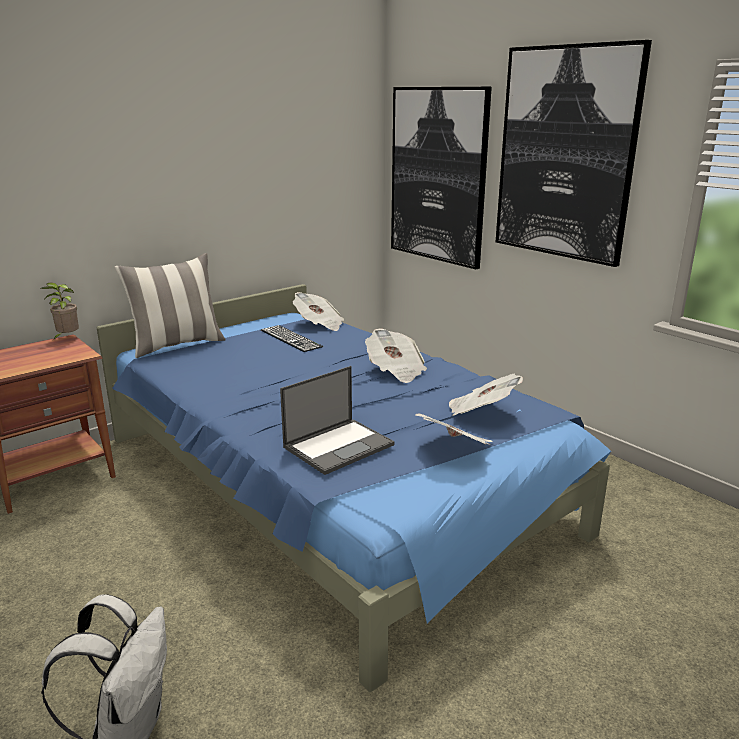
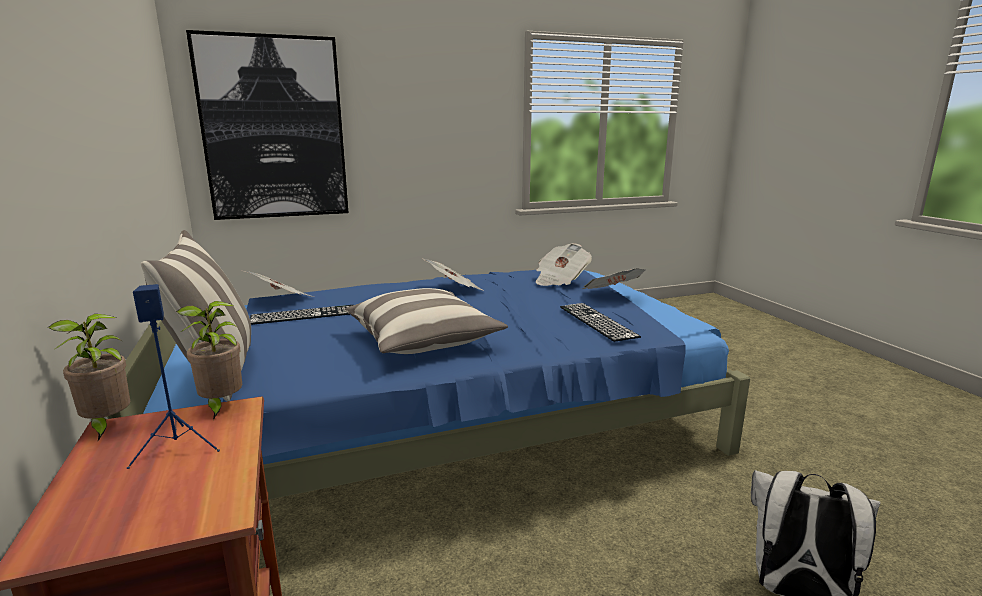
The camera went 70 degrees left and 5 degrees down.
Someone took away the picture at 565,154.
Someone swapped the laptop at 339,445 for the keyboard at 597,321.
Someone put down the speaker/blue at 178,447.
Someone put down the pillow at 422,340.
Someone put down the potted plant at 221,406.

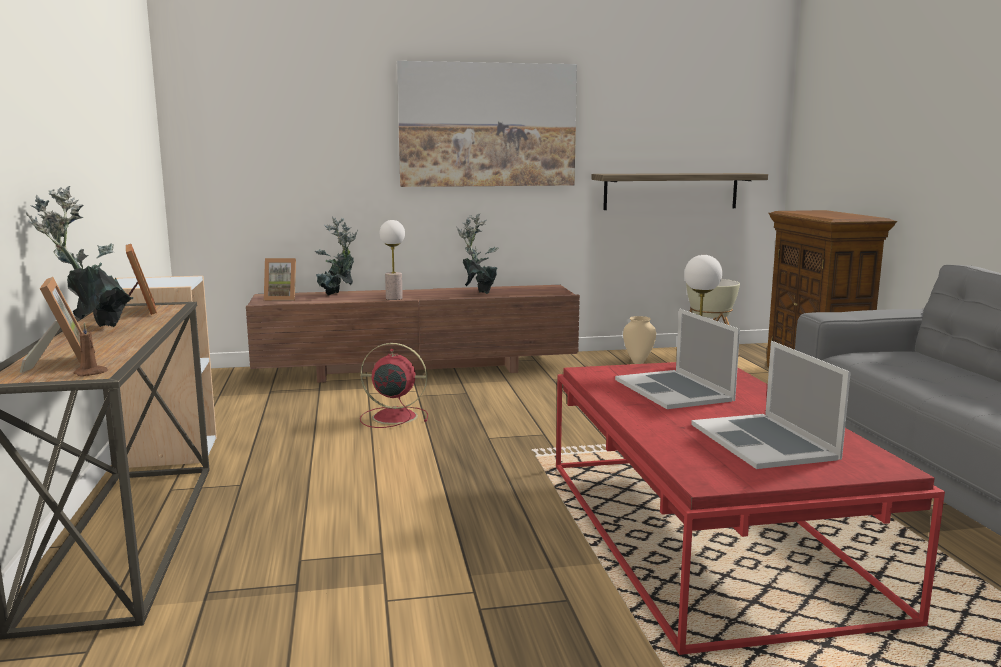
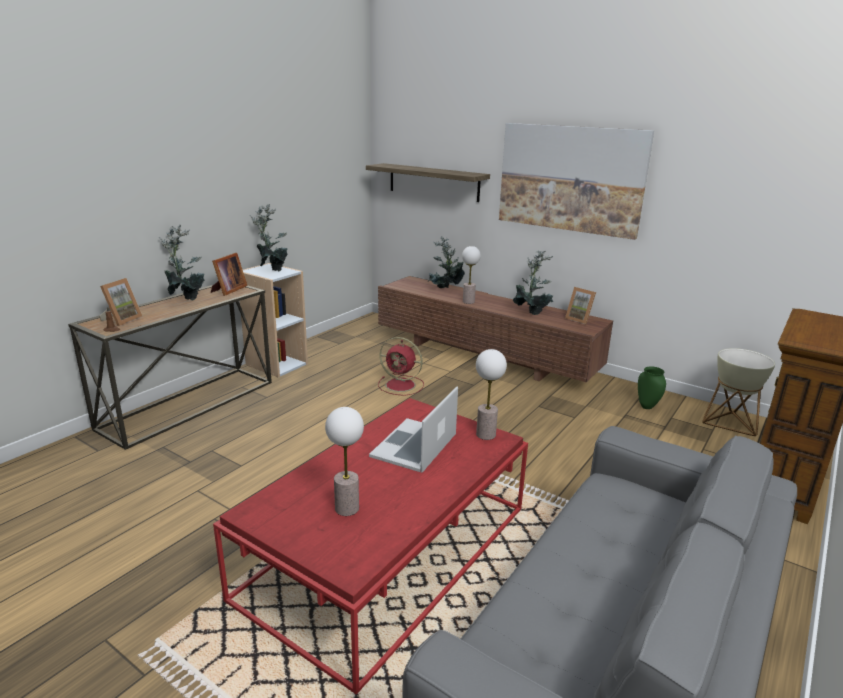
The camera went 45 degrees right and 10 degrees up.
Someone carried the shelf from 671,191 to 433,182.
Someone carried the picture frame from 282,299 to 579,319.
Someone repainted the vase/beige at 638,362, which became the vase/green at 647,407.
Someone swapped the laptop at 764,441 for the table lamp at 347,508.
Someone rotated the fan/red at 392,417 by 150 degrees clockwise.
Someone put down the potted plant at 272,270.

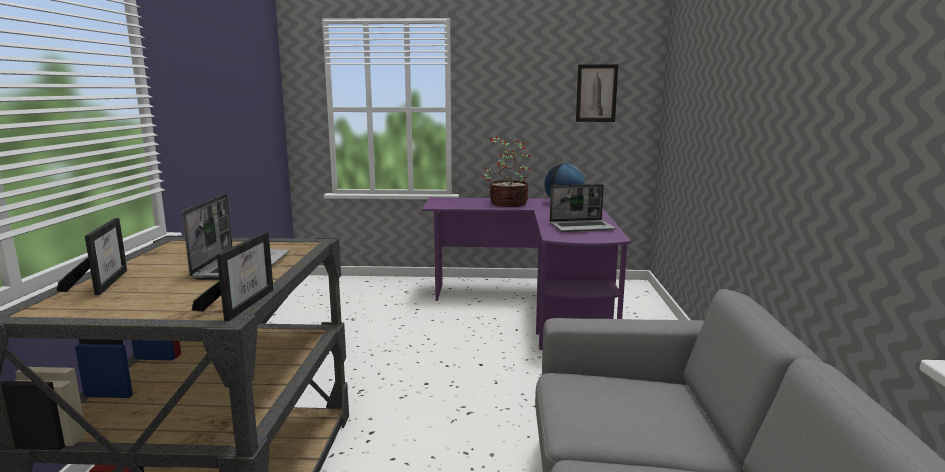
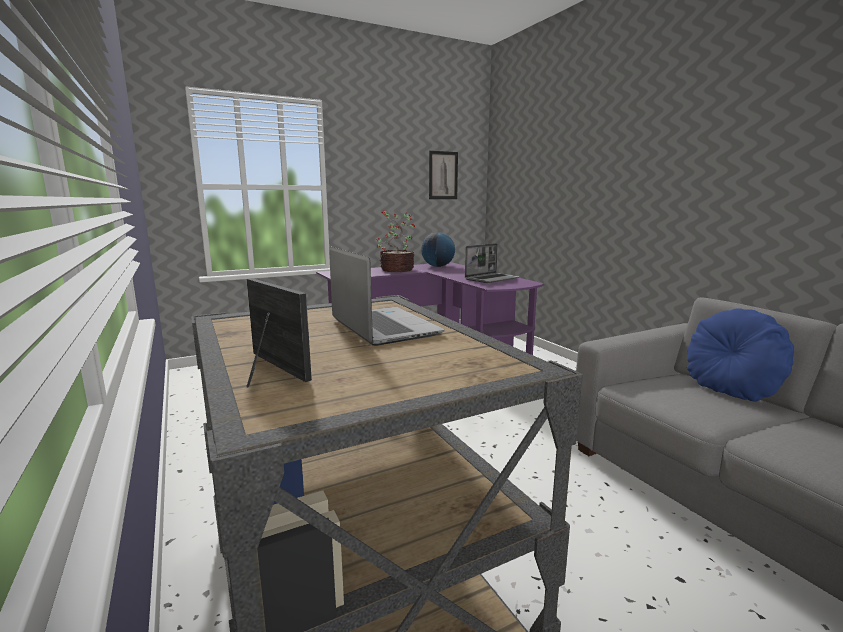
The camera went 30 degrees left and 0 degrees up.
Someone took away the picture frame at 243,303.
Someone put down the pillow/blue at 730,392.

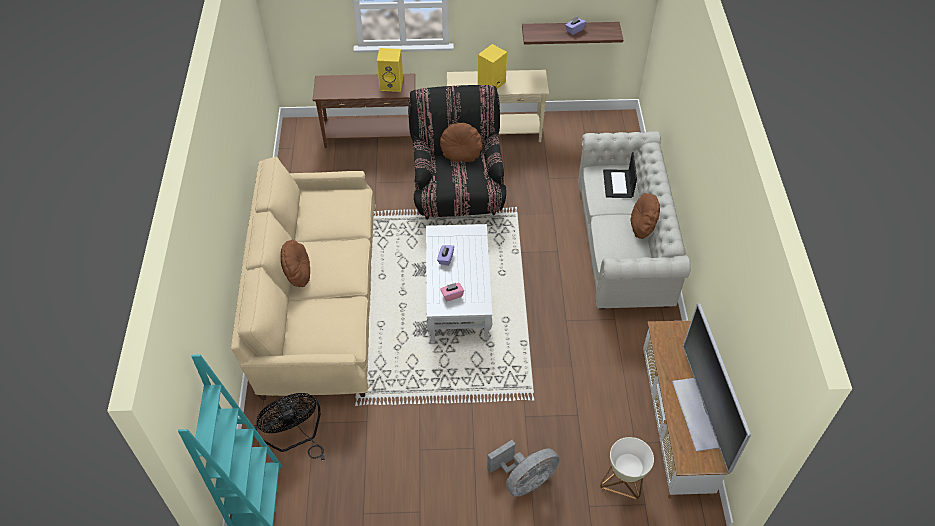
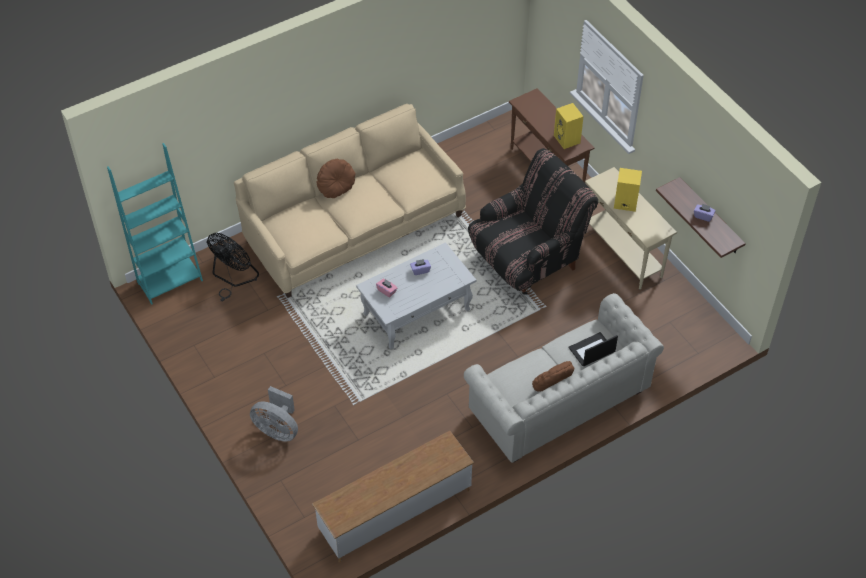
The camera went 60 degrees right and 0 degrees up.
Someone took away the pillow/brown at 461,156.
Someone took away the television at 697,413.
Someone took away the planter at 623,483.

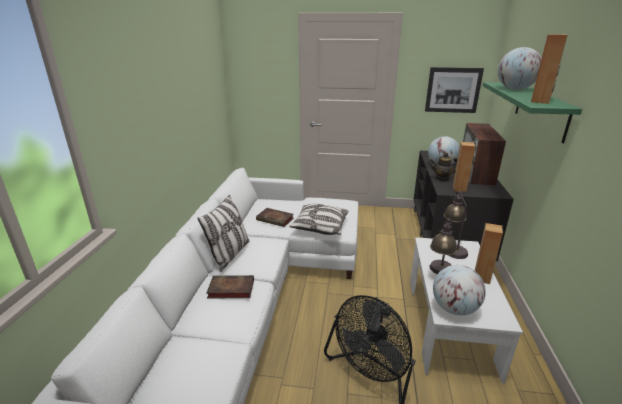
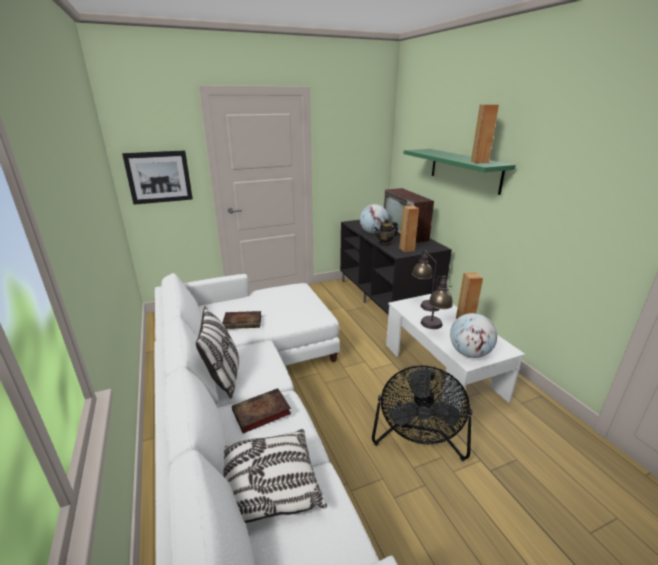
The camera went 30 degrees left and 0 degrees up.
Someone took away the globe at 515,89.
Someone carried the picture from 453,90 to 159,177.
Someone carried the pillow from 320,227 to 269,487.

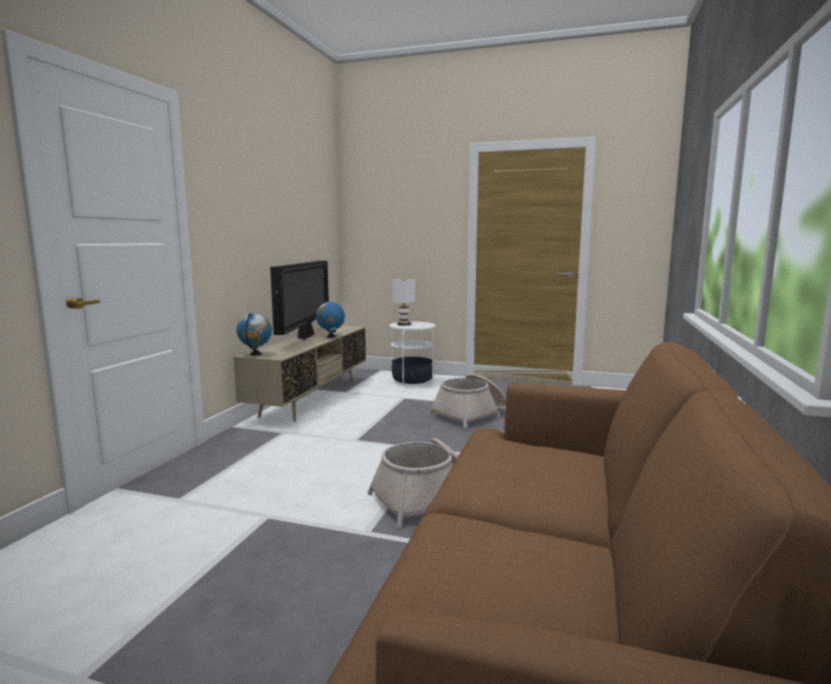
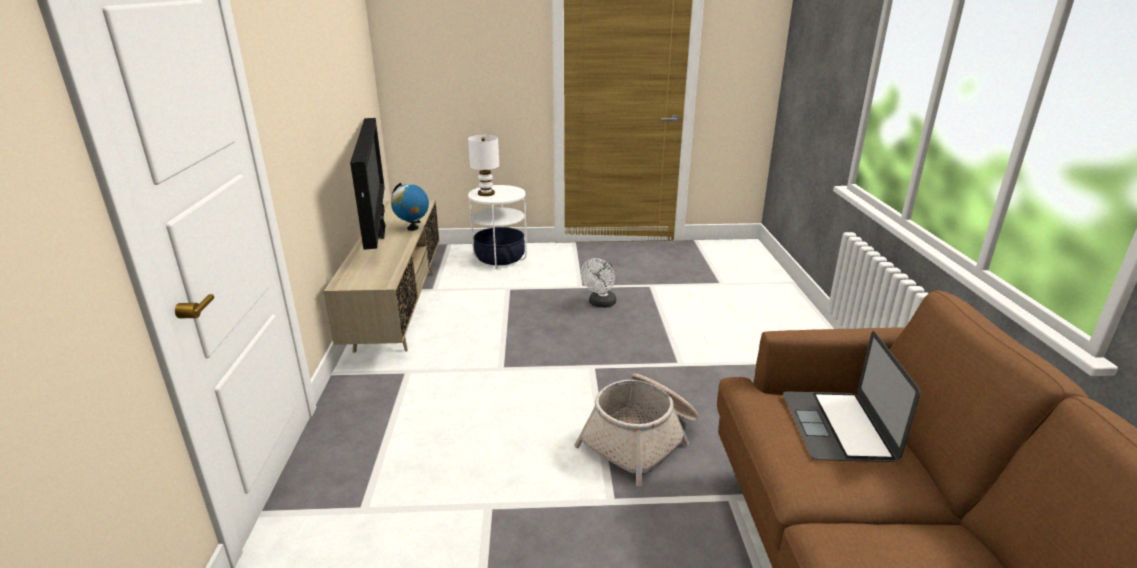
The camera went 20 degrees left and 15 degrees up.
Someone took away the globe at 255,354.
Someone swapped the basket at 470,414 for the fan/white at 600,304.
Someone put down the laptop at 838,426.

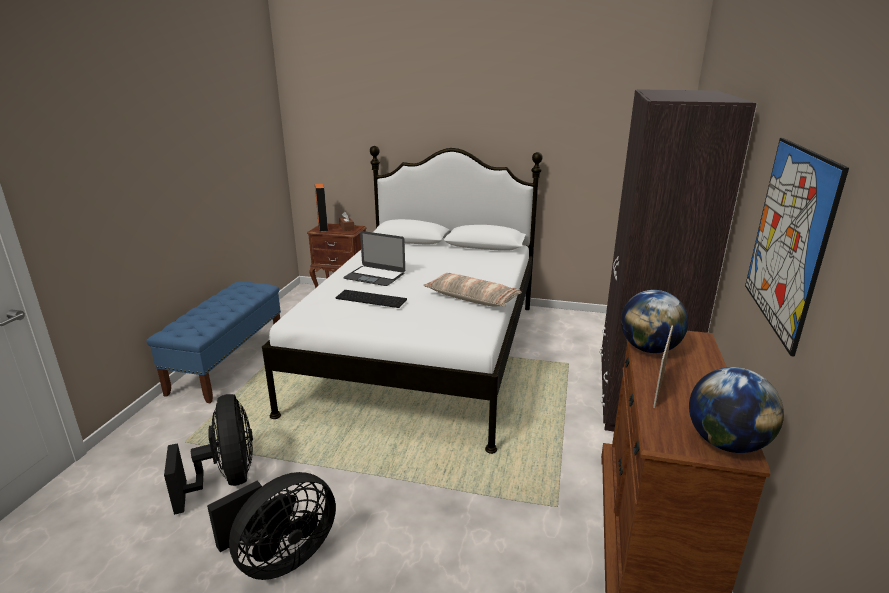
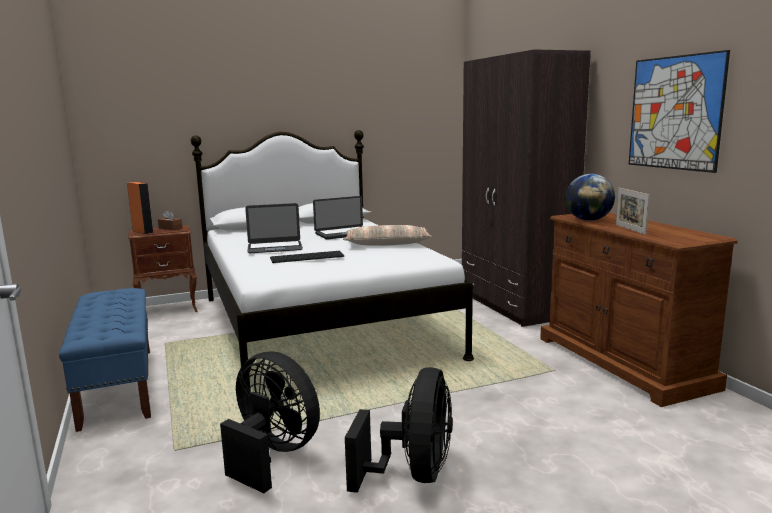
The camera went 35 degrees left and 10 degrees down.
Someone took away the globe at 725,443.
Someone put down the laptop at 344,234.

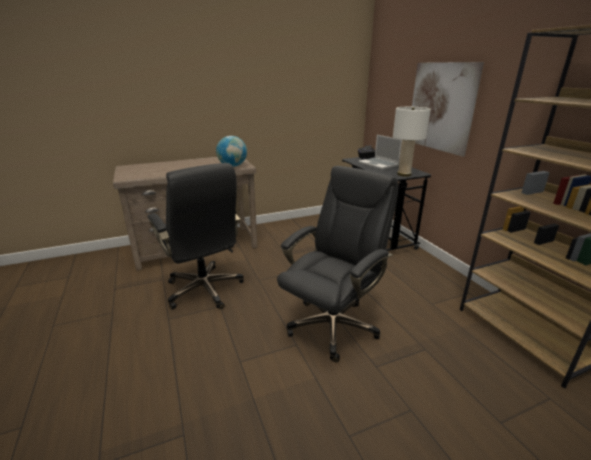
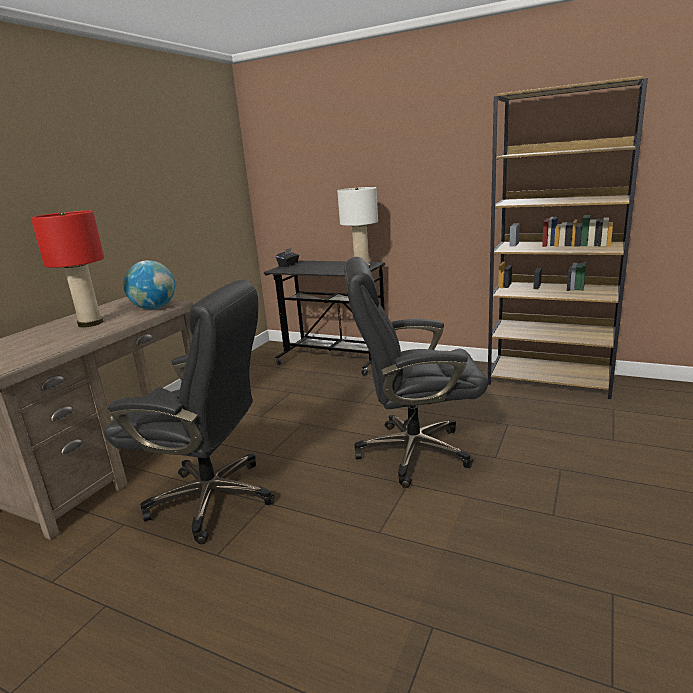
The camera went 40 degrees left and 5 degrees down.
Someone took away the picture at 441,107.
Someone took away the laptop at 379,164.
Someone rotated the office chair/black at 331,328 by 90 degrees counterclockwise.
Someone put down the table lamp/red at 90,323.

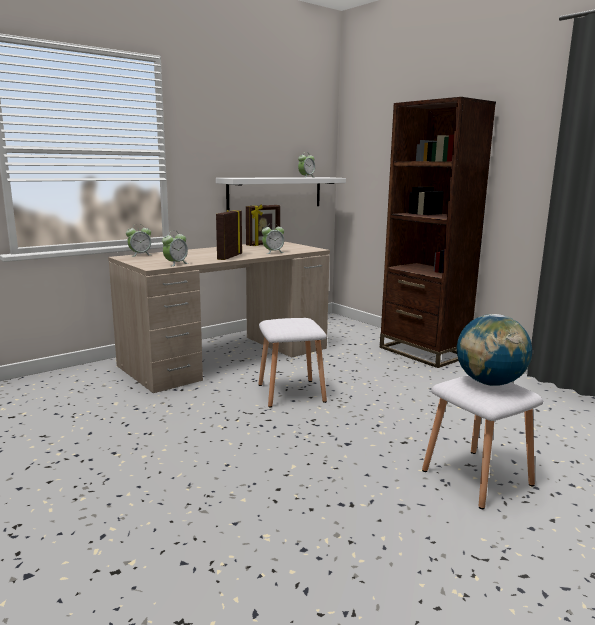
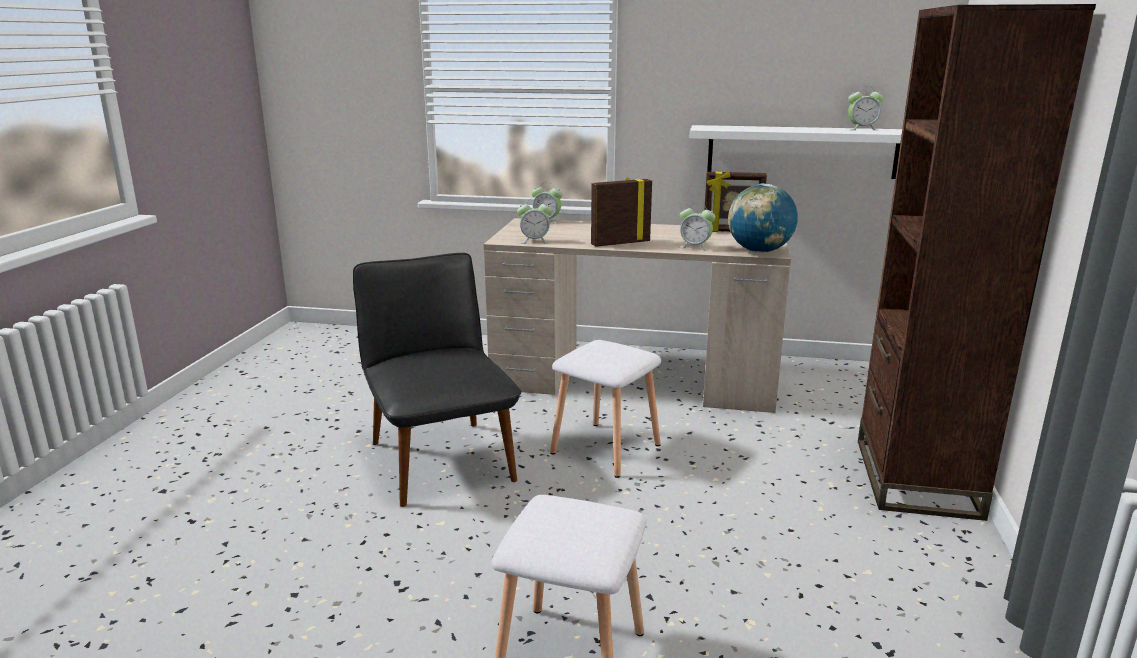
The camera went 50 degrees right and 5 degrees up.
Someone carried the globe from 489,383 to 759,251.
Someone put down the chair/black at 441,461.

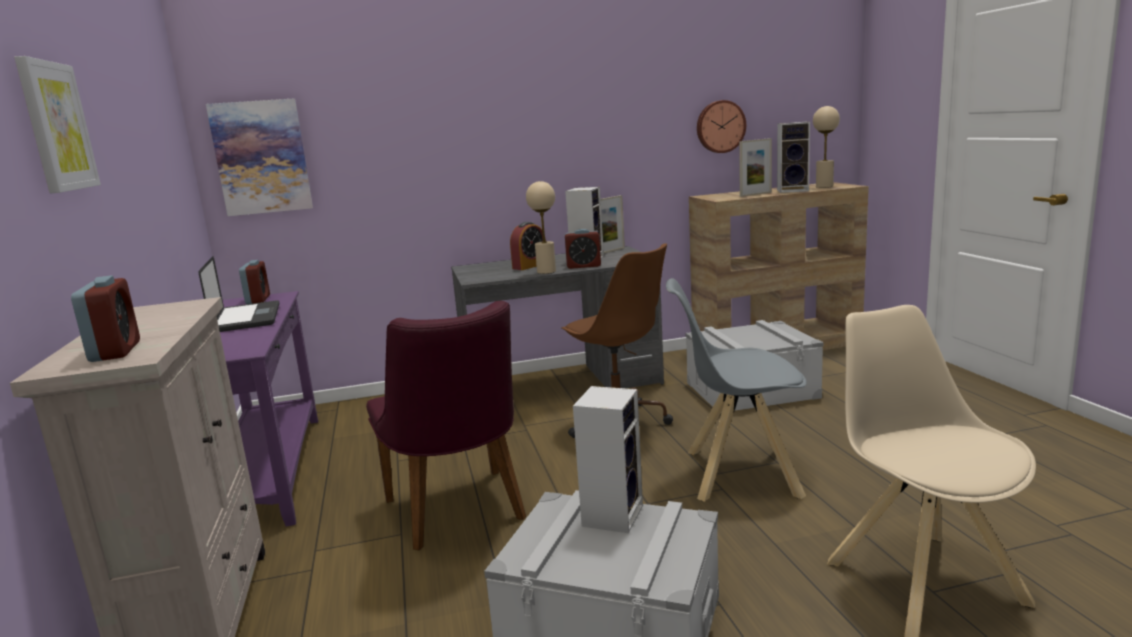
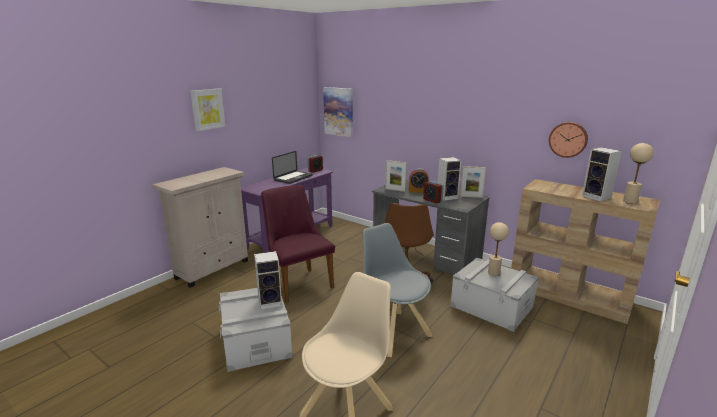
The camera went 50 degrees right and 5 degrees up.
Someone carried the picture frame from 755,194 to 395,190.
Someone carried the table lamp/beige from 546,271 to 493,273.
Someone took away the alarm clock at 115,351.
Someone rotated the chair/purple at 460,514 by 120 degrees clockwise.

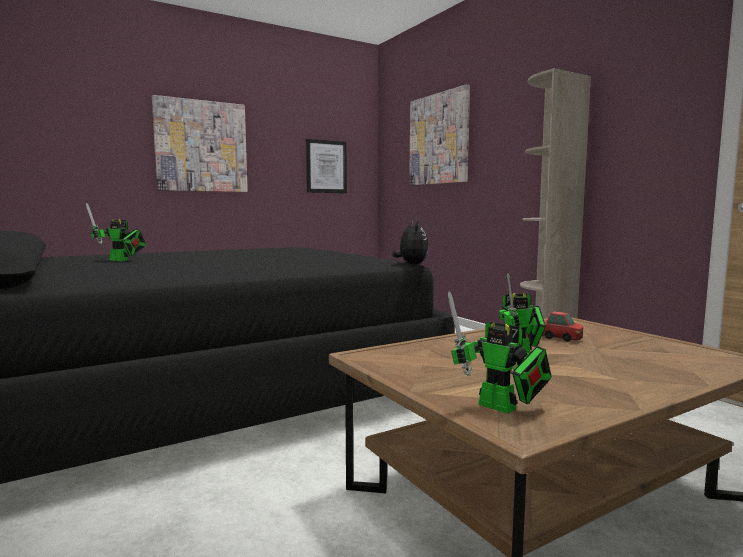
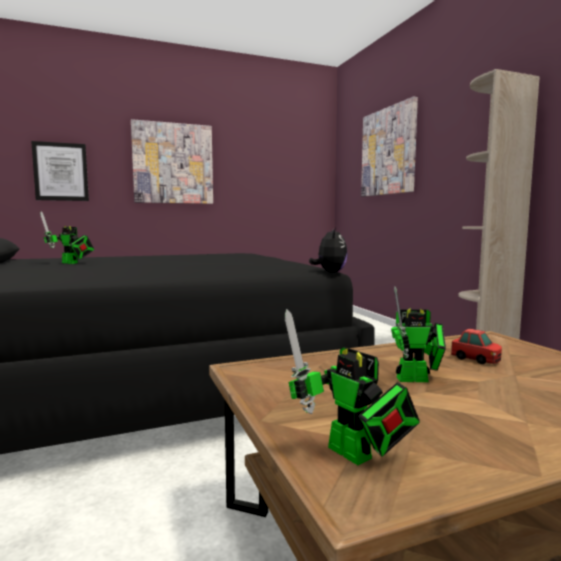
The camera went 10 degrees right and 0 degrees up.
Someone carried the picture from 326,166 to 61,172.

